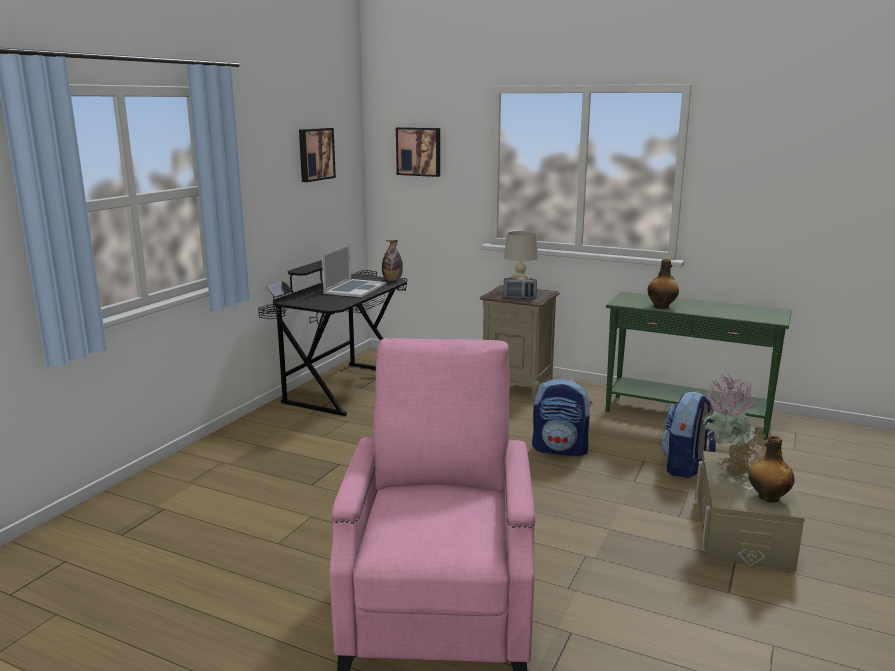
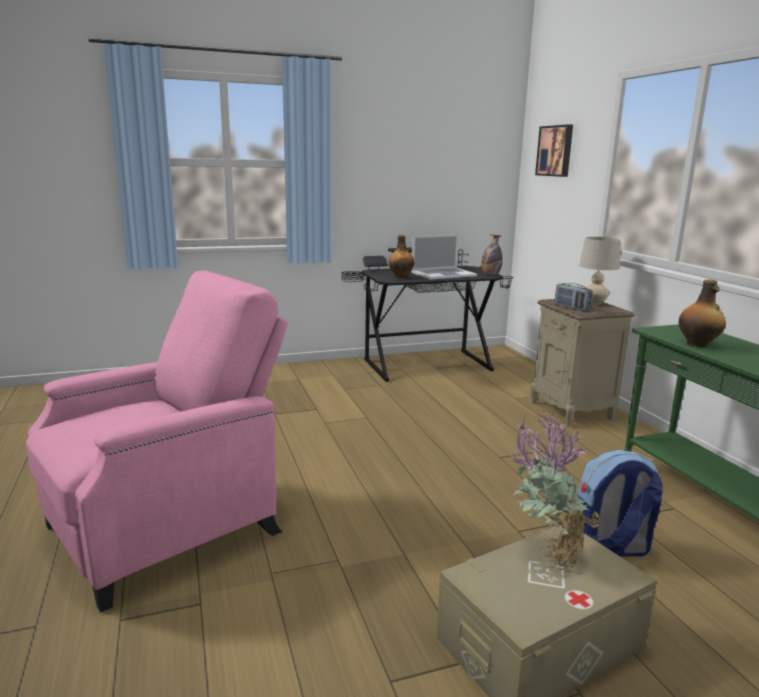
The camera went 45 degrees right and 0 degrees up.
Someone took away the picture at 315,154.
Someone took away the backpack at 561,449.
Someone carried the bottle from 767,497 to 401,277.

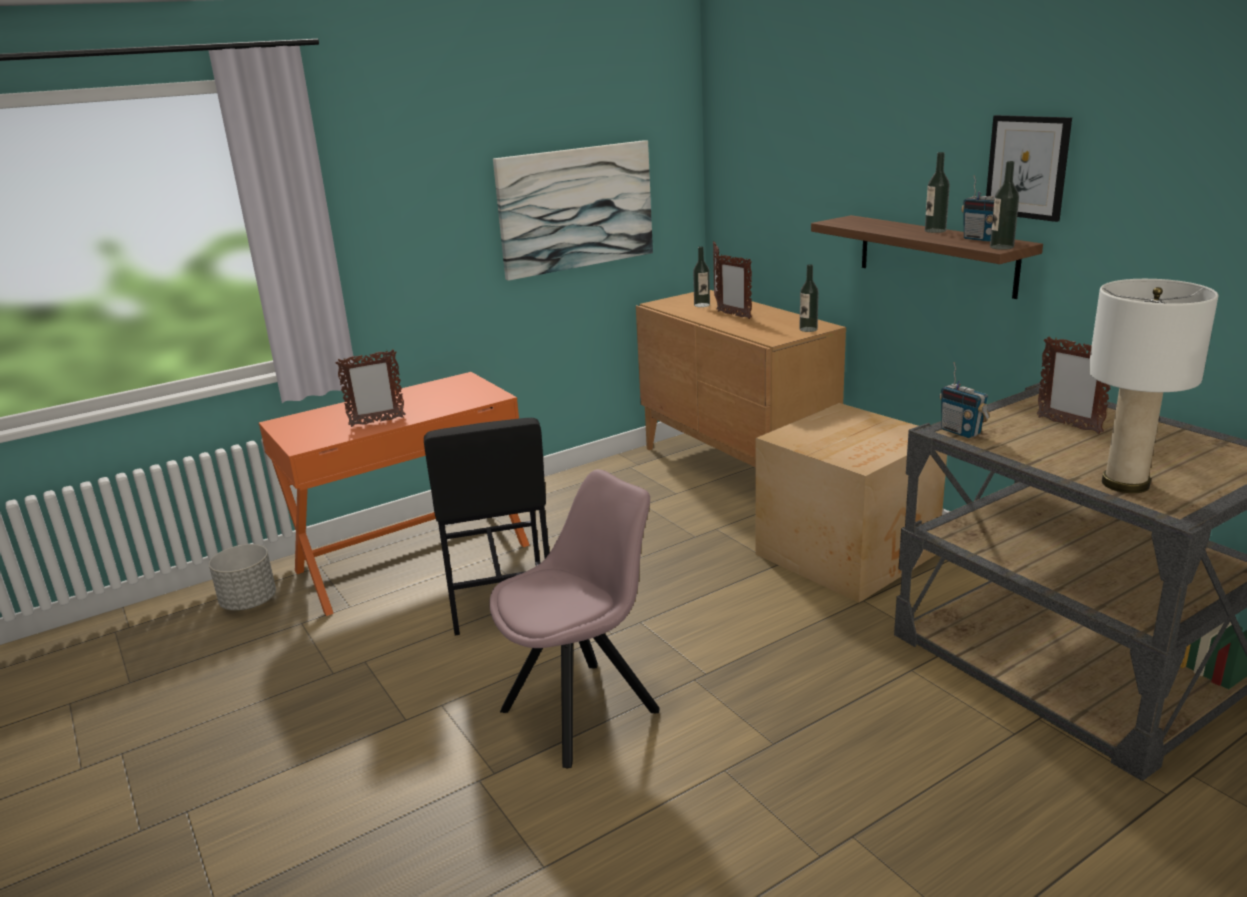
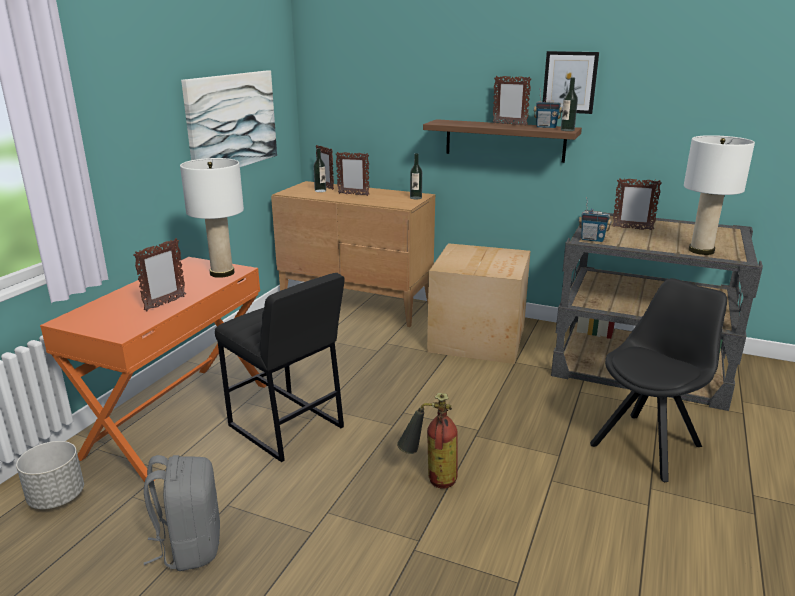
The camera went 35 degrees left and 0 degrees up.
Someone swapped the bottle at 935,230 for the picture frame at 509,124.
Someone swapped the chair/pink at 582,711 for the fire extinguisher at 430,479.
Someone put down the table lamp/white at 222,273.
Someone put down the chair/black at 647,445.
Someone put down the backpack/grey at 190,546.

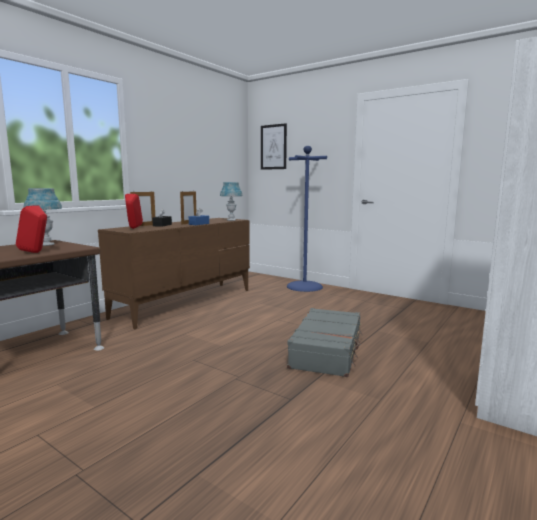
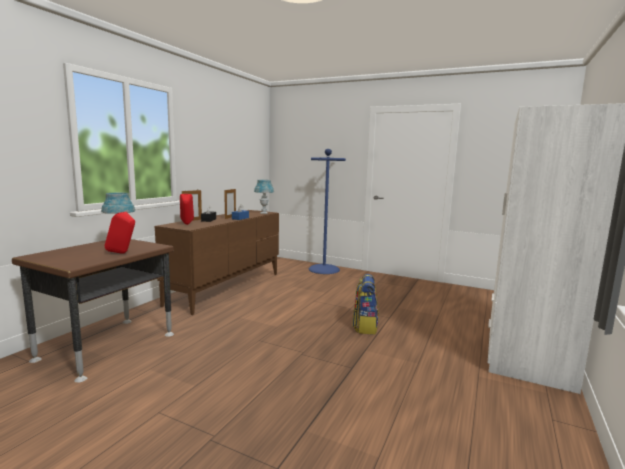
The camera went 10 degrees left and 0 degrees up.
Someone took away the picture at 273,147.
Someone swapped the suitcase/grey at 327,351 for the backpack at 365,326.

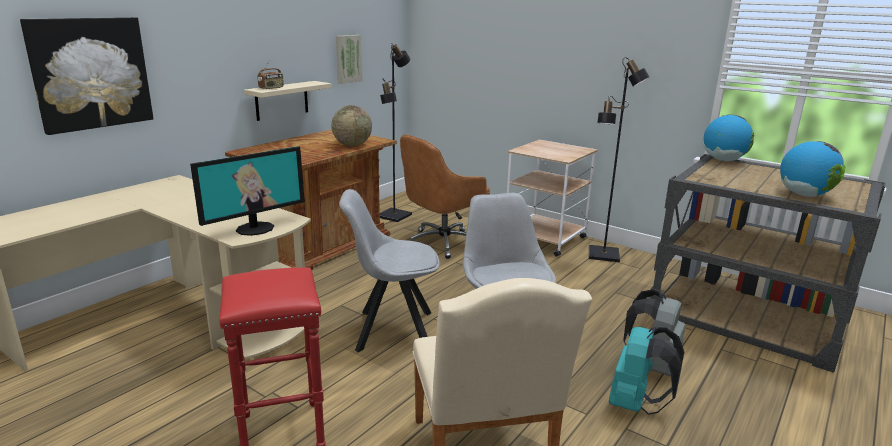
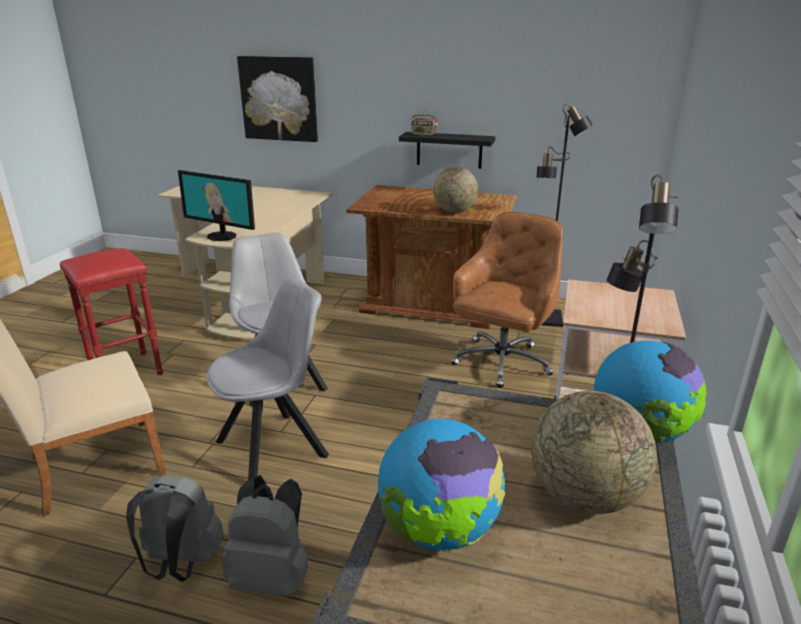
The camera went 70 degrees right and 5 degrees up.
Someone took away the picture at 347,59.
Someone repainted the shelf/beige at 282,100, which became the shelf/black at 449,150.
Someone rotated the office chair/brown at 443,242 by 90 degrees clockwise.
Someone repainted the backpack/turquoise at 636,405, which became the backpack/grey at 181,564.
Someone put down the globe at 584,496.

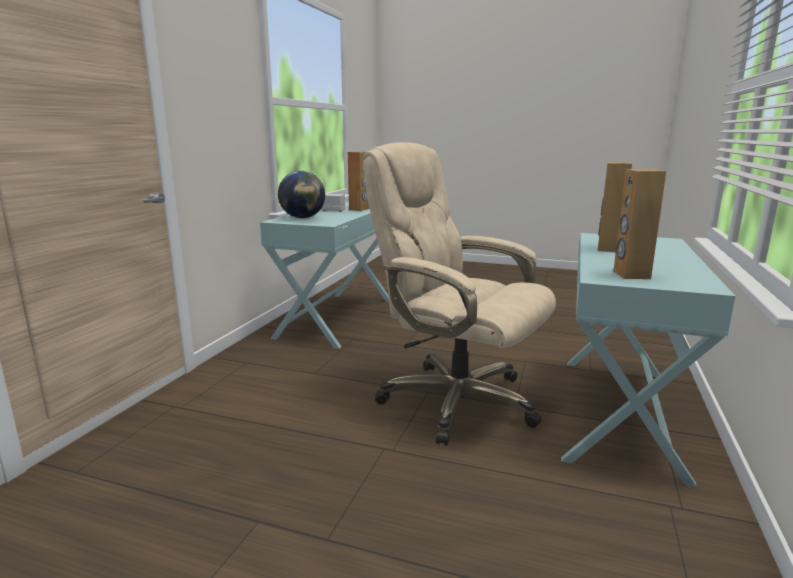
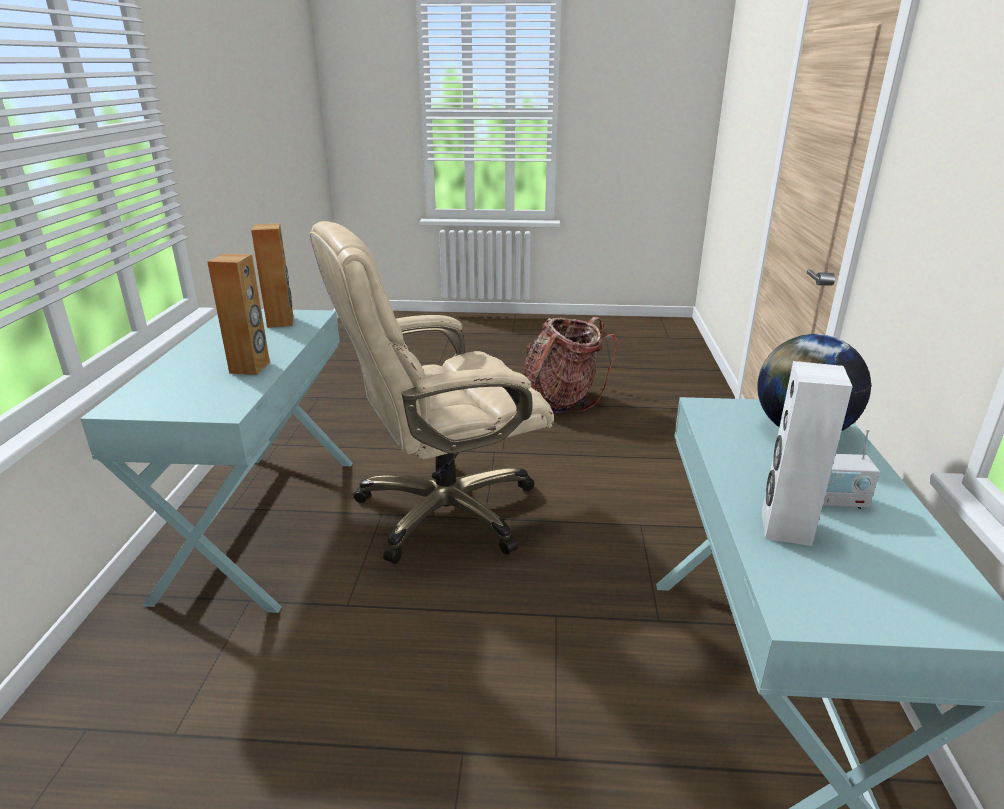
The camera went 165 degrees right and 10 degrees up.
Someone rotated the office chair/beige at 458,401 by 135 degrees clockwise.
Someone repainted the speaker/brown at 359,209, which became the speaker/white at 785,528.
Someone put down the backpack at 562,400.

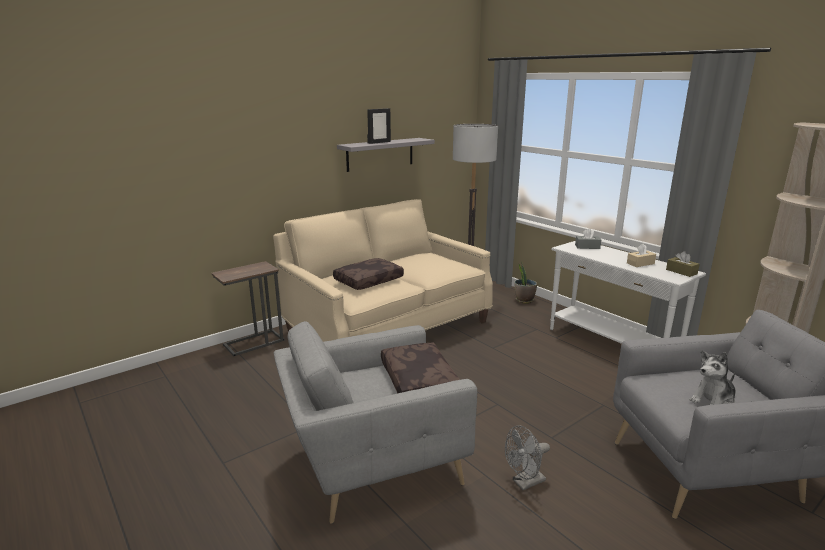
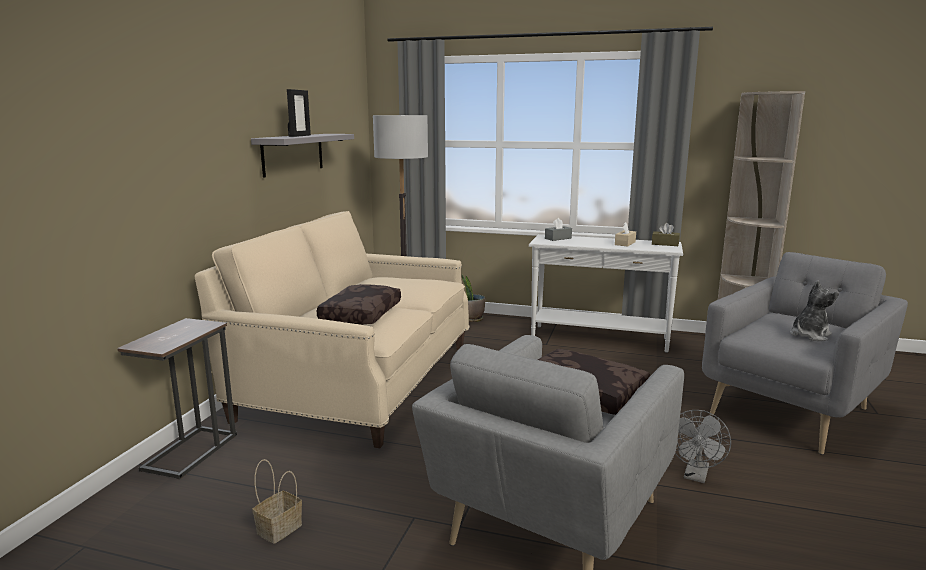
The camera went 35 degrees left and 5 degrees down.
Someone rotated the plush toy at 713,401 by 150 degrees counterclockwise.
Someone put down the basket at 279,530.

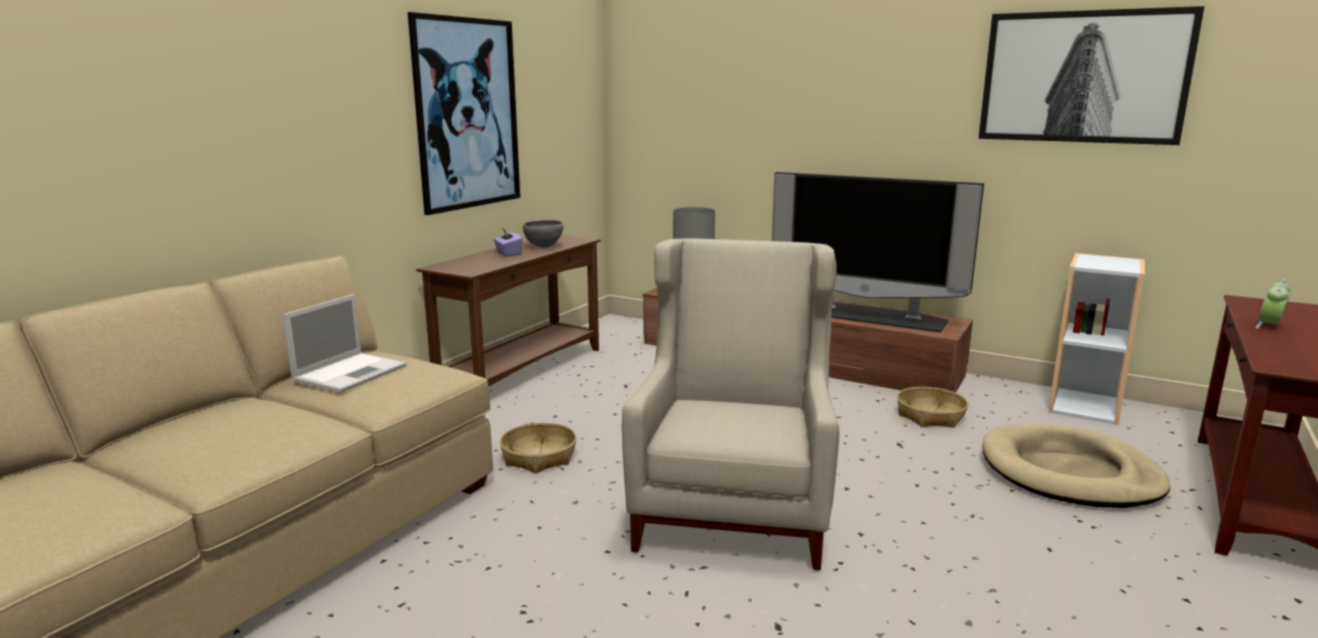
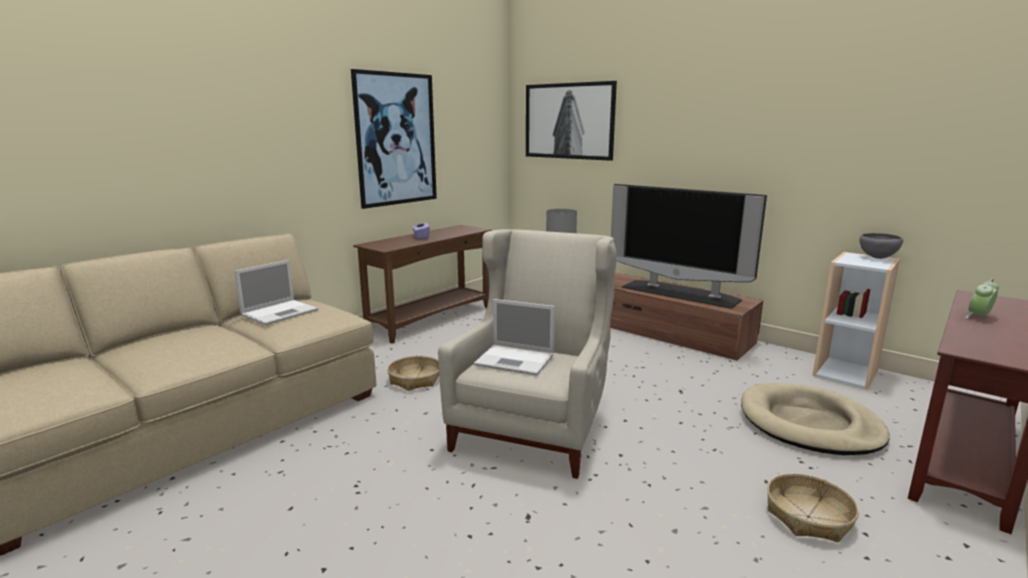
The camera went 10 degrees right and 0 degrees up.
Someone carried the picture from 1083,77 to 568,121.
Someone carried the bowl/grey from 544,247 to 877,258.
Someone carried the basket from 930,416 to 808,516.
Someone put down the laptop at 516,360.

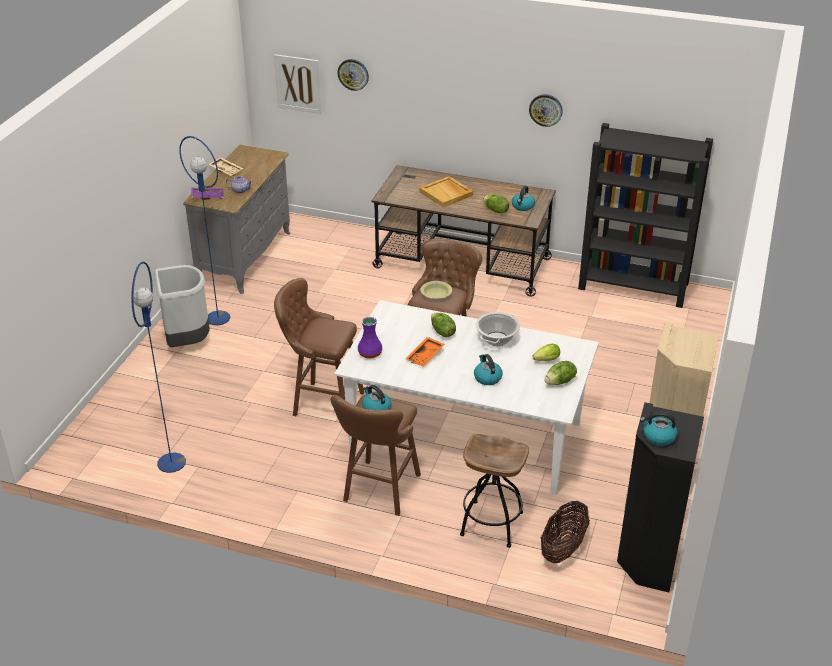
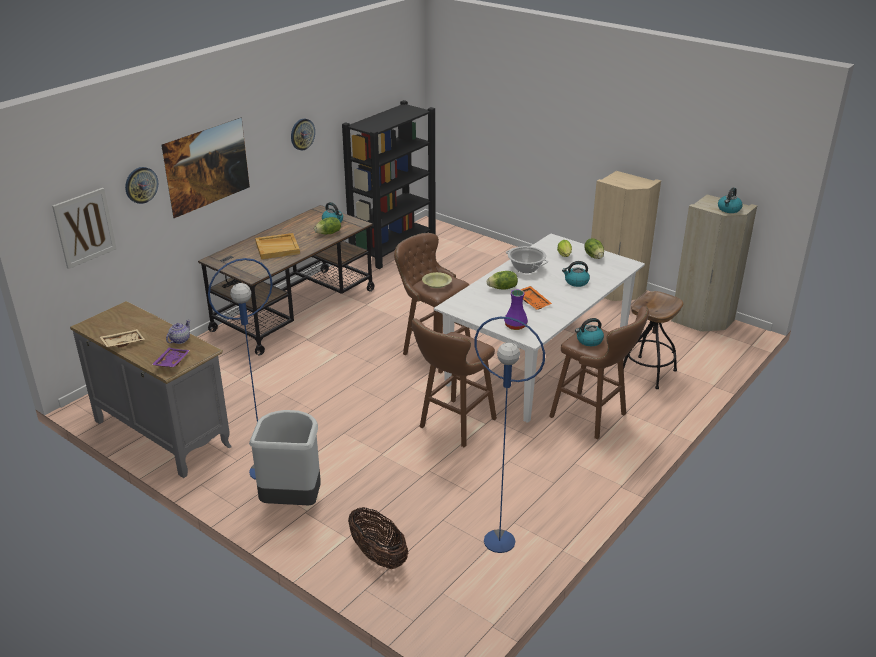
The camera went 70 degrees left and 5 degrees down.
Someone repainted the cabinet/black at 648,560, which became the cabinet/beige at 702,320.
Someone carried the basket from 563,548 to 378,555.
Someone put up the picture at 210,185.

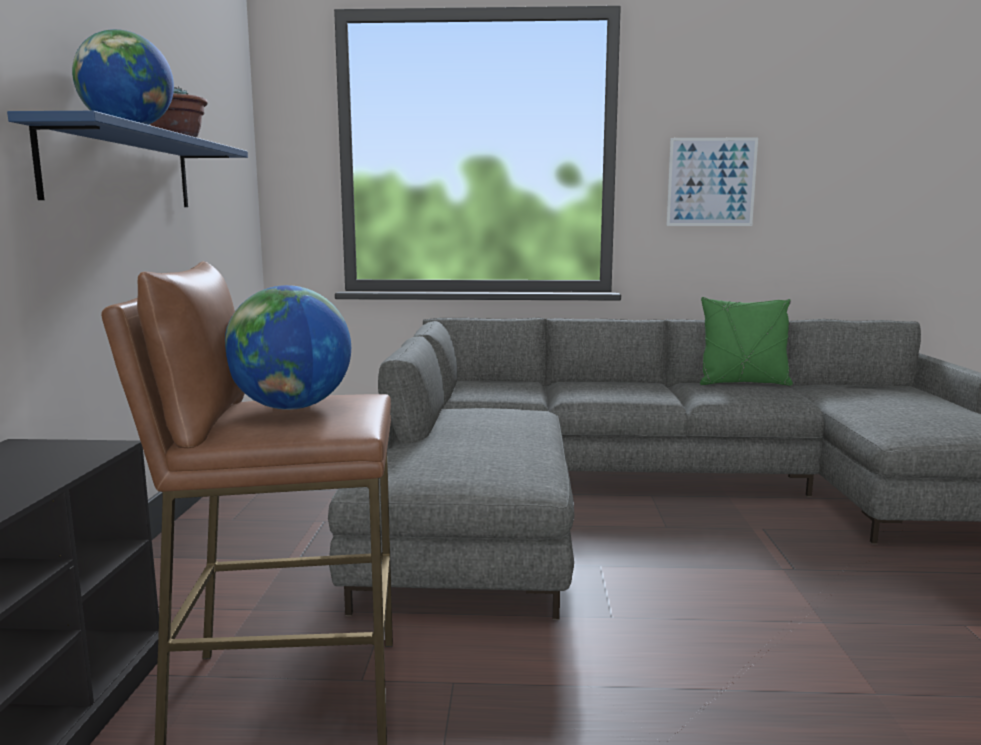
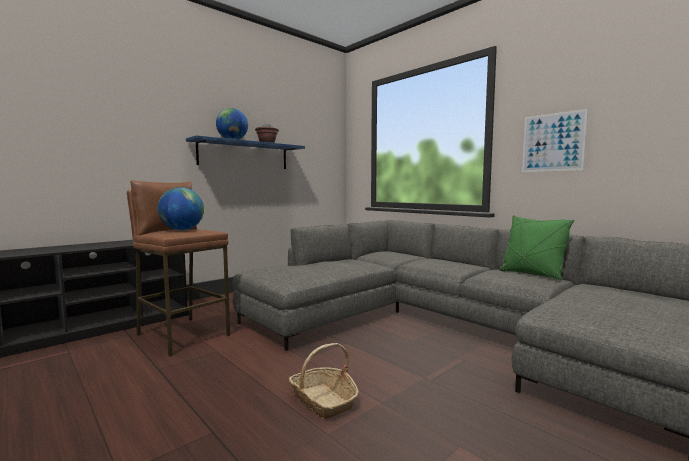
The camera went 45 degrees right and 5 degrees down.
Someone put down the basket at 323,401.

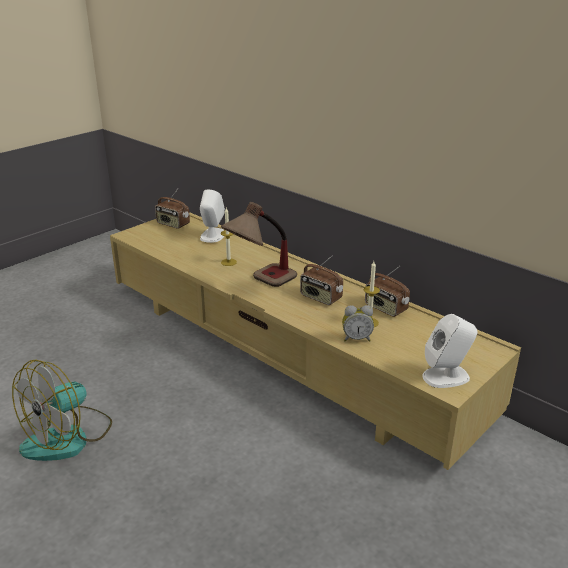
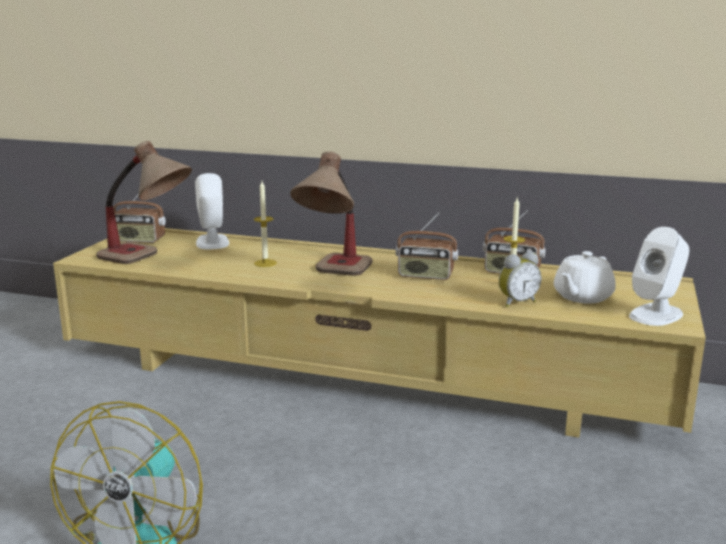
The camera went 25 degrees left and 10 degrees down.
Someone put down the table lamp at 149,259.
Someone put down the teapot/white at 581,297.

